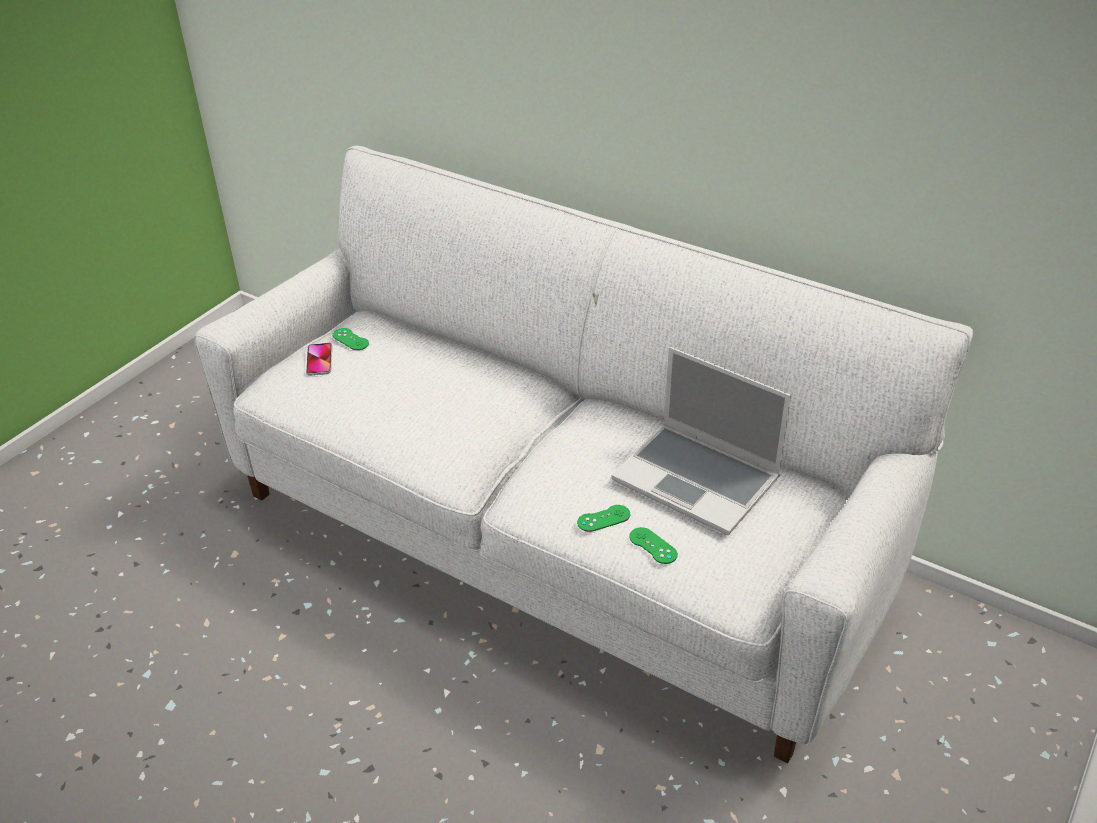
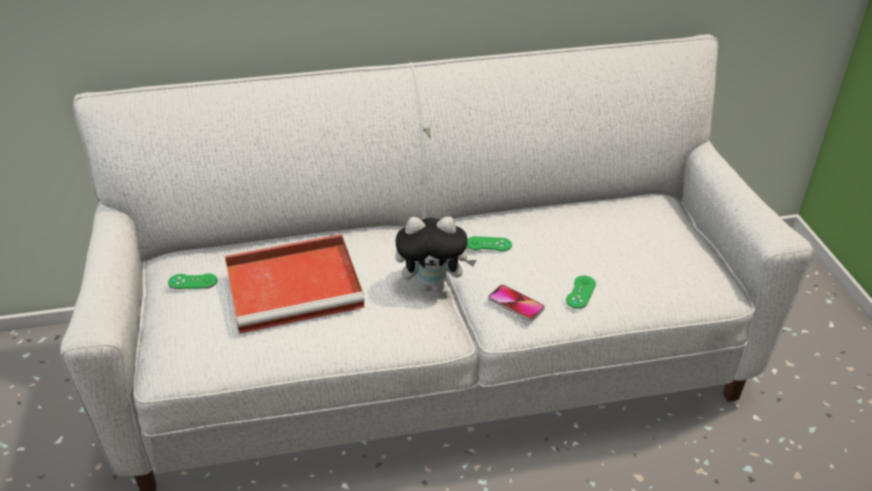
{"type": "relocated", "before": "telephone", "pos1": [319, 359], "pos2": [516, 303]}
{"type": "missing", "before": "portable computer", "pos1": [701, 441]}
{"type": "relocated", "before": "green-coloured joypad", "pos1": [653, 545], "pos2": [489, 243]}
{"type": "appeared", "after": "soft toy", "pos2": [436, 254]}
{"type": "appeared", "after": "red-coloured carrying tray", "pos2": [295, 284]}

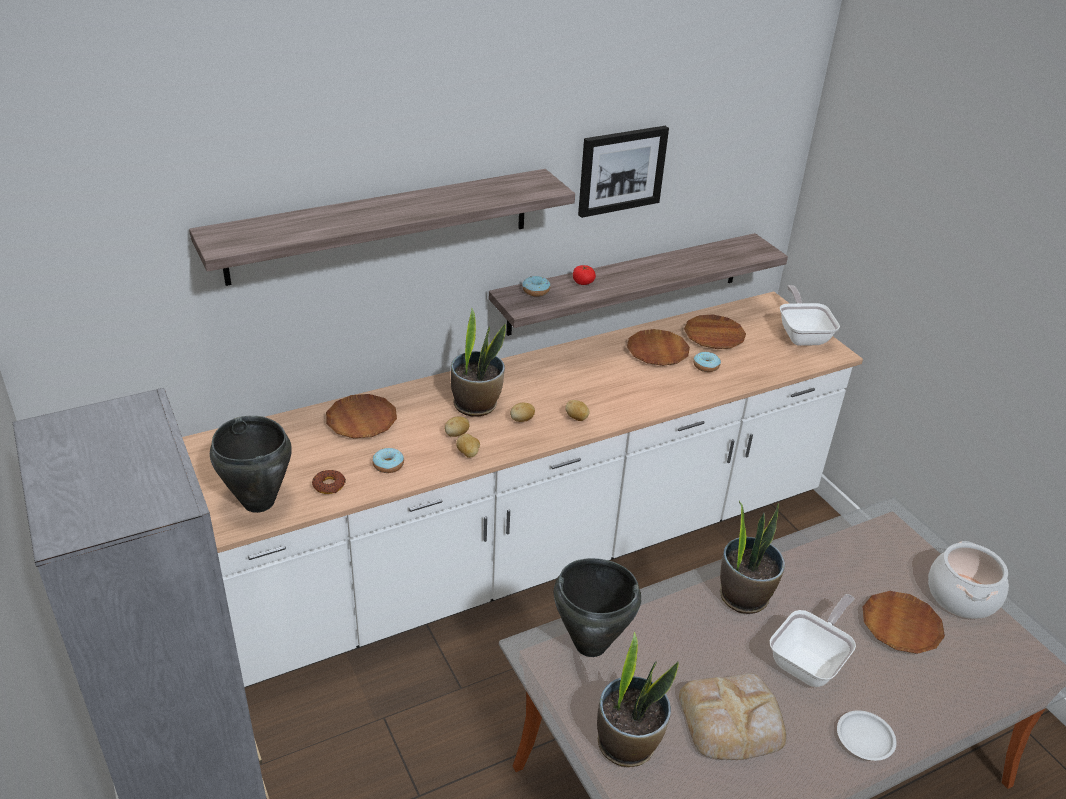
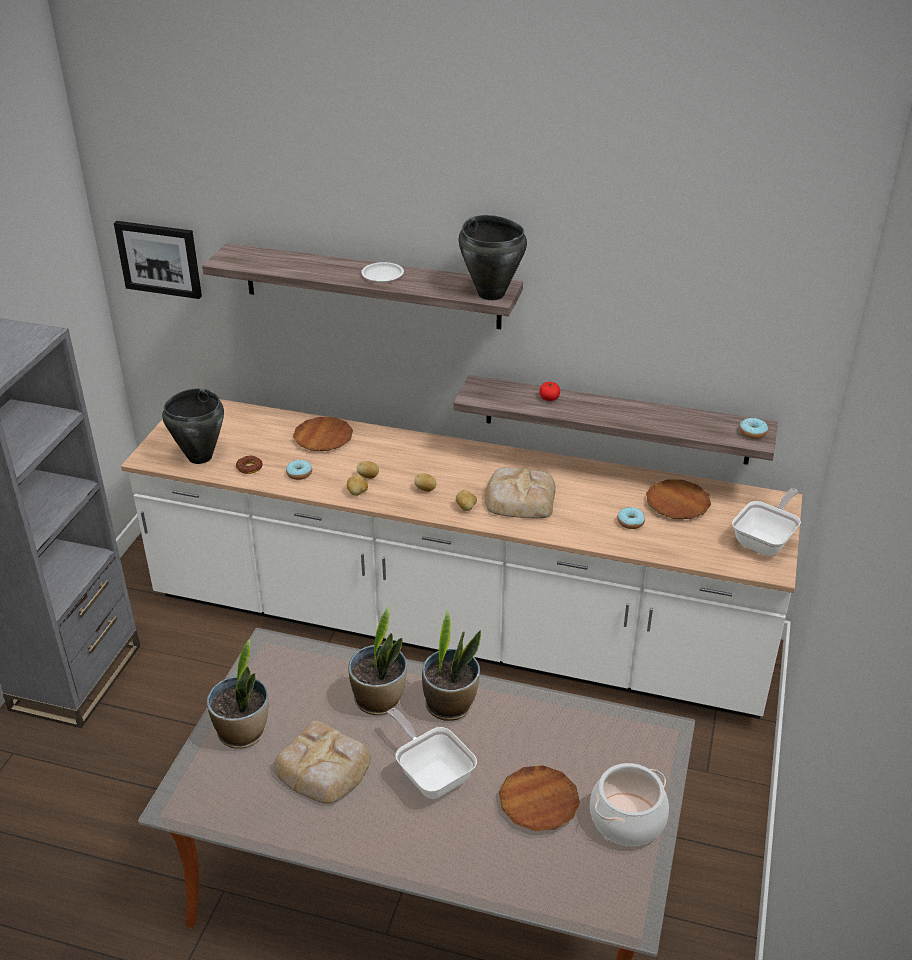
{"type": "relocated", "before": "picture", "pos1": [623, 172], "pos2": [158, 260]}
{"type": "relocated", "before": "donut", "pos1": [536, 286], "pos2": [753, 428]}
{"type": "relocated", "before": "potted plant", "pos1": [478, 362], "pos2": [377, 660]}
{"type": "missing", "before": "brown-coloured flat dish", "pos1": [658, 347]}
{"type": "relocated", "before": "black stockpot", "pos1": [597, 607], "pos2": [493, 257]}
{"type": "spun", "before": "frying pan", "pos1": [813, 640], "pos2": [432, 753], "turn": -120}
{"type": "relocated", "before": "whitish flat dish", "pos1": [867, 735], "pos2": [382, 272]}
{"type": "appeared", "after": "bread", "pos2": [520, 492]}

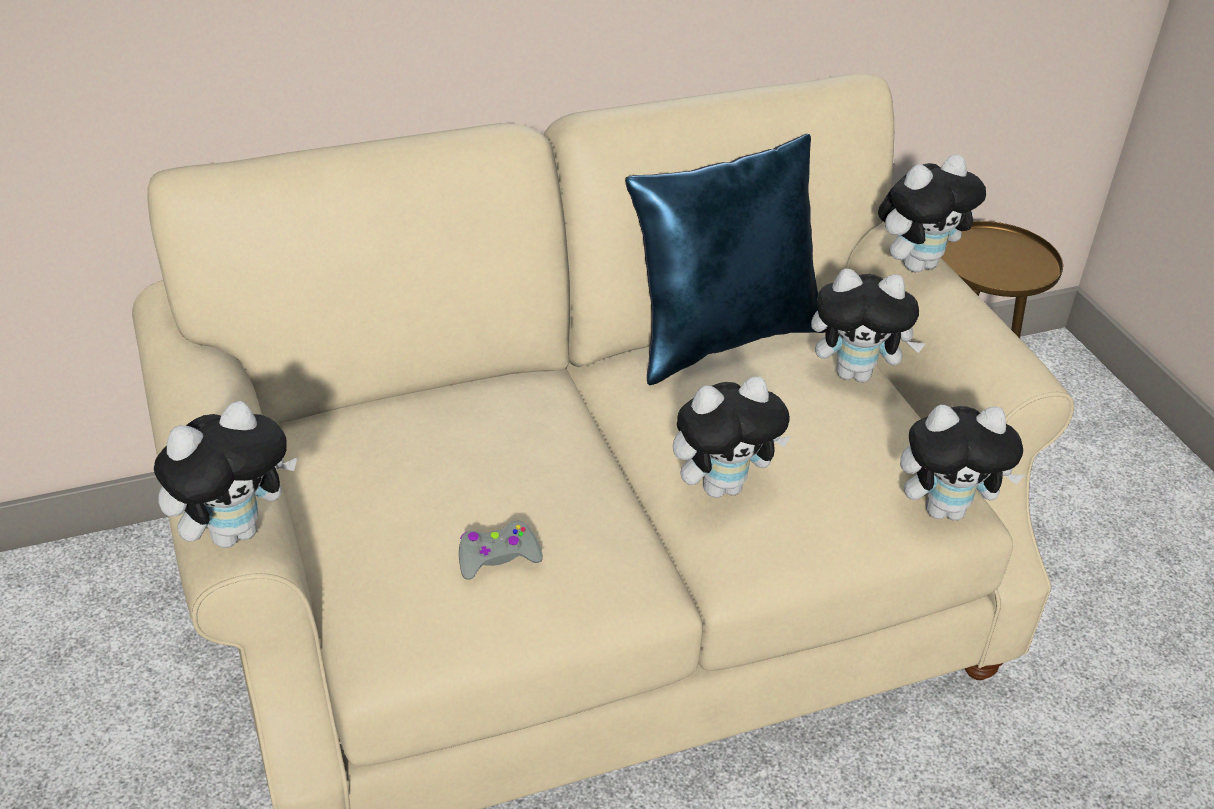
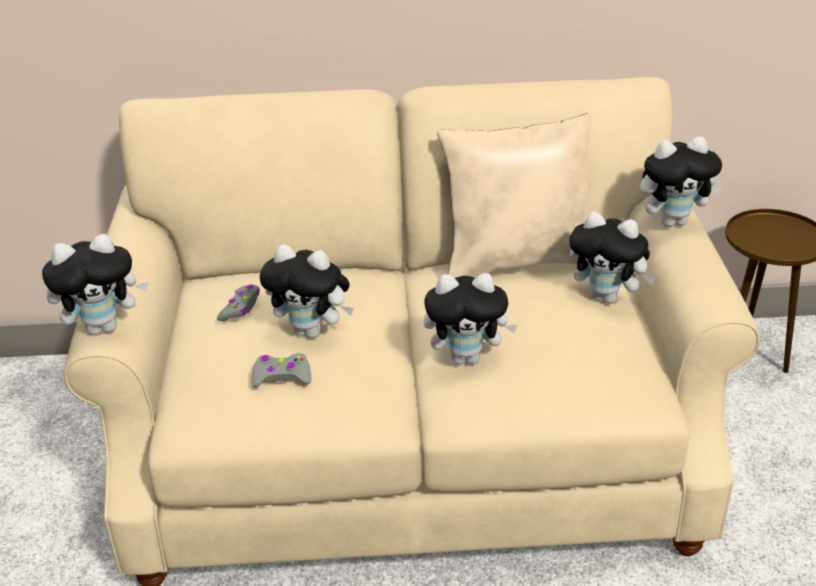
{"type": "colour", "before": "blue-coloured throw pillow", "after": "sand-coloured throw pillow", "pos1": [725, 259], "pos2": [514, 195]}
{"type": "relocated", "before": "soft toy", "pos1": [962, 463], "pos2": [307, 291]}
{"type": "appeared", "after": "grey joypad", "pos2": [238, 302]}

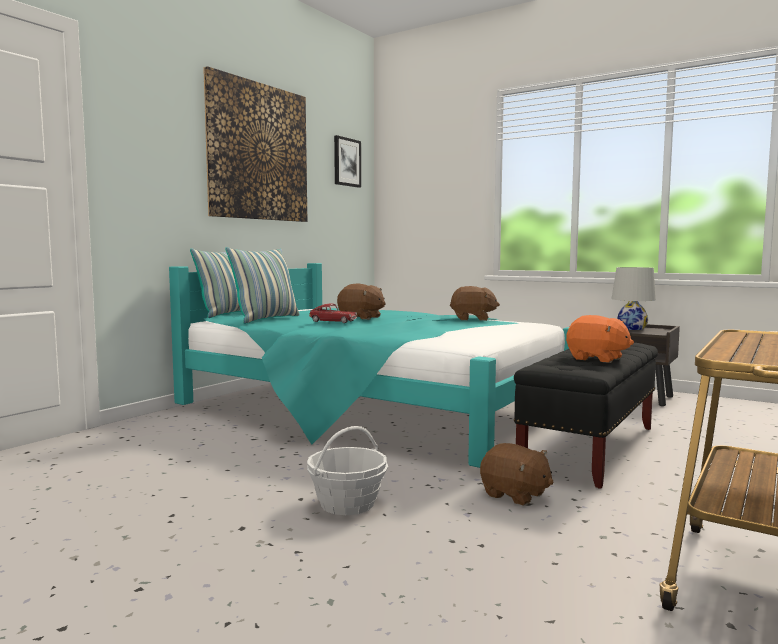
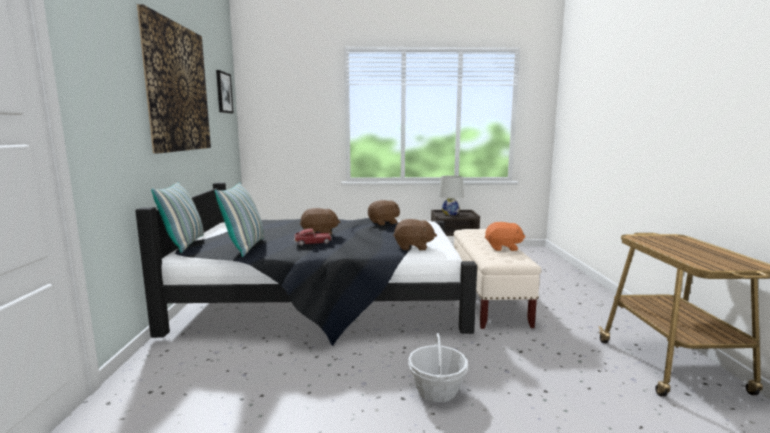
{"type": "colour", "before": "turquoise-coloured bed", "after": "black bed", "pos1": [369, 365], "pos2": [306, 264]}
{"type": "colour", "before": "black indoor bench", "after": "sand-coloured indoor bench", "pos1": [586, 416], "pos2": [497, 279]}
{"type": "relocated", "before": "brown-coloured soft toy", "pos1": [517, 474], "pos2": [415, 235]}

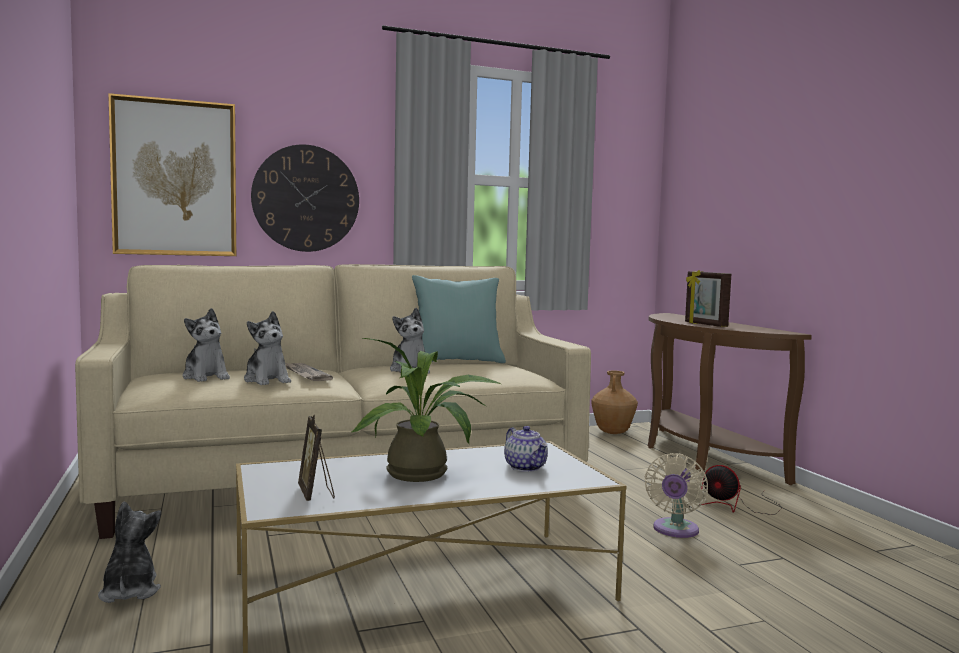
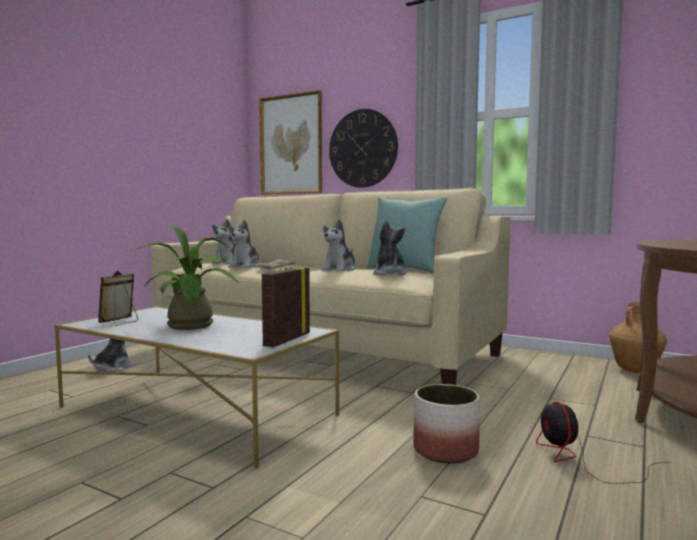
{"type": "relocated", "before": "standing frame", "pos1": [708, 298], "pos2": [286, 306]}
{"type": "missing", "before": "pot for tea", "pos1": [526, 449]}
{"type": "exchanged", "before": "sand-coloured electric fan", "after": "plant pot", "pos1": [676, 495], "pos2": [446, 423]}
{"type": "appeared", "after": "soft toy", "pos2": [390, 247]}

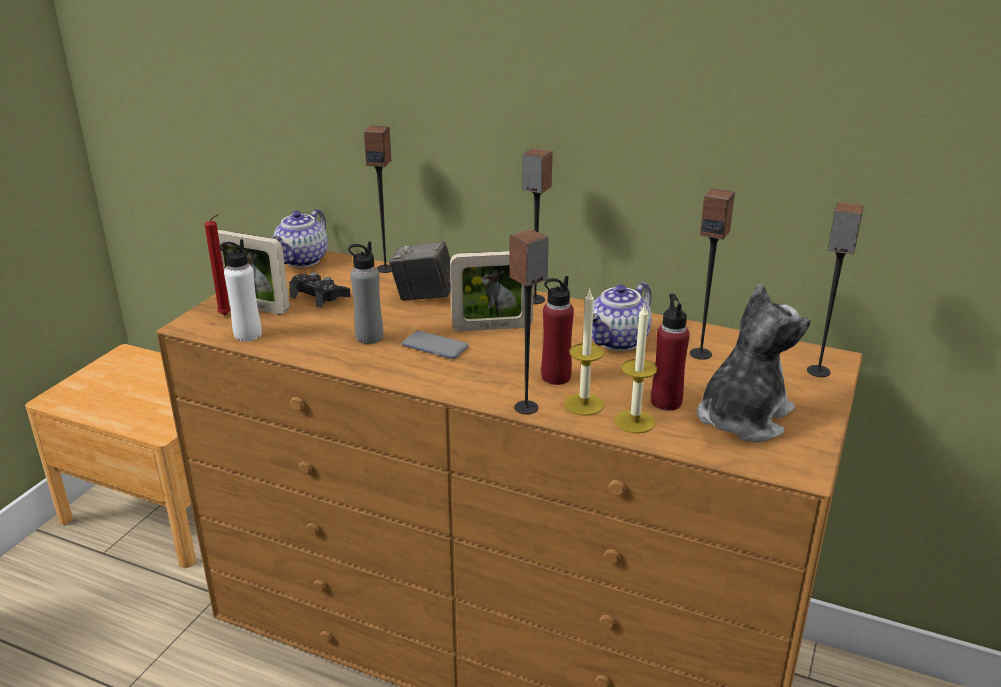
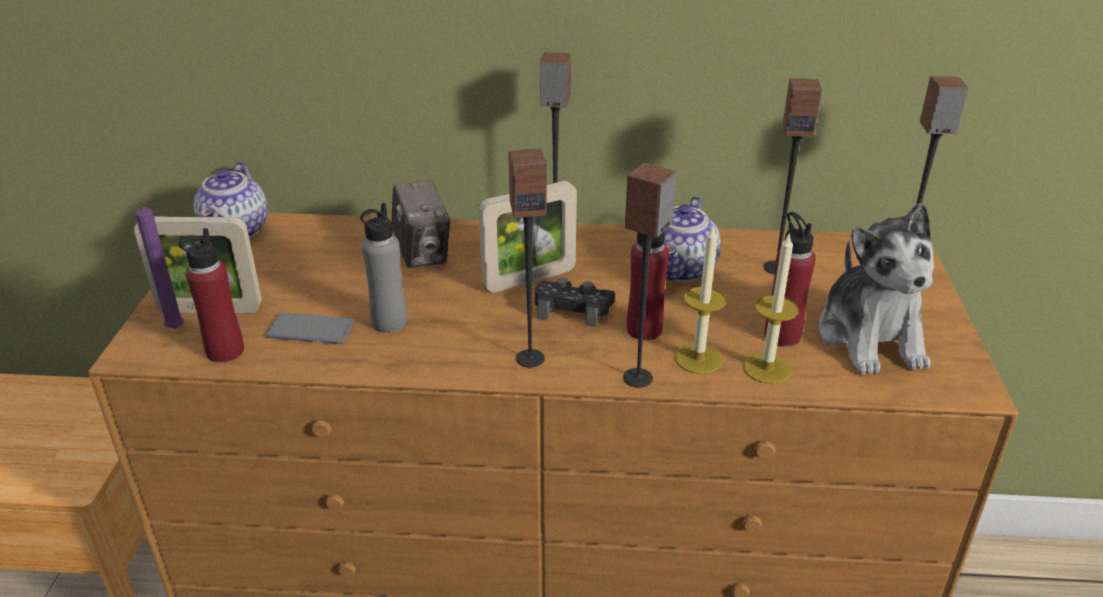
{"type": "relocated", "before": "loudspeaker", "pos1": [378, 199], "pos2": [527, 258]}
{"type": "colour", "before": "red-coloured wax light", "after": "purple-coloured wax light", "pos1": [218, 264], "pos2": [159, 263]}
{"type": "colour", "before": "whitish drink bottle", "after": "red-coloured drink bottle", "pos1": [241, 290], "pos2": [211, 295]}
{"type": "spun", "before": "photo camera", "pos1": [420, 271], "pos2": [420, 224], "turn": -105}
{"type": "relocated", "before": "black joypad", "pos1": [320, 290], "pos2": [574, 302]}
{"type": "spun", "before": "soft toy", "pos1": [754, 363], "pos2": [876, 289], "turn": 150}
{"type": "relocated", "before": "telephone", "pos1": [434, 344], "pos2": [310, 328]}

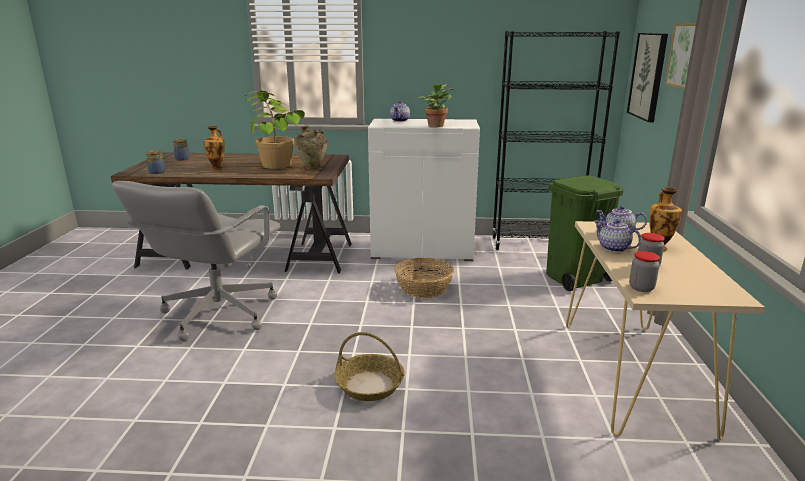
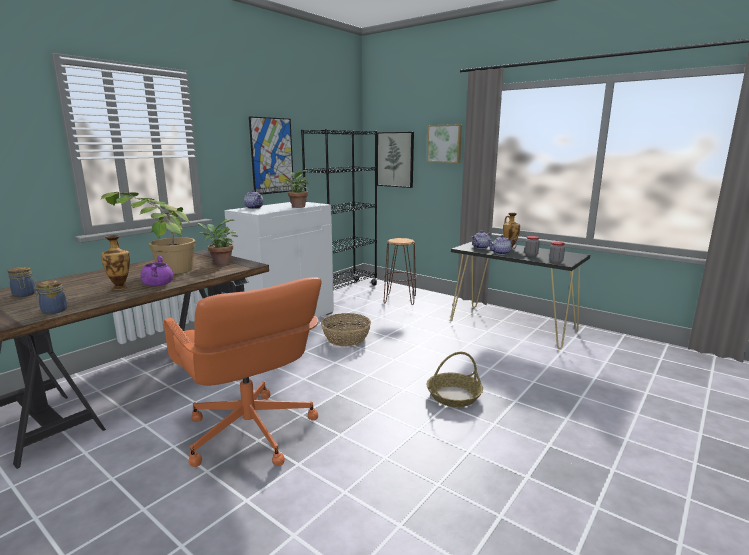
{"type": "exchanged", "before": "sand-coloured vase", "after": "potted plant", "pos1": [310, 148], "pos2": [217, 242]}
{"type": "exchanged", "before": "green-coloured rubbish bin", "after": "brown-coloured sitting stool", "pos1": [585, 233], "pos2": [400, 271]}
{"type": "colour", "before": "grey desk chair", "after": "orange-coloured desk chair", "pos1": [196, 261], "pos2": [242, 372]}
{"type": "colour", "before": "sand-coloured console table", "after": "black console table", "pos1": [665, 330], "pos2": [520, 295]}
{"type": "appeared", "after": "picture", "pos2": [271, 155]}
{"type": "appeared", "after": "purple-coloured stockpot", "pos2": [156, 271]}

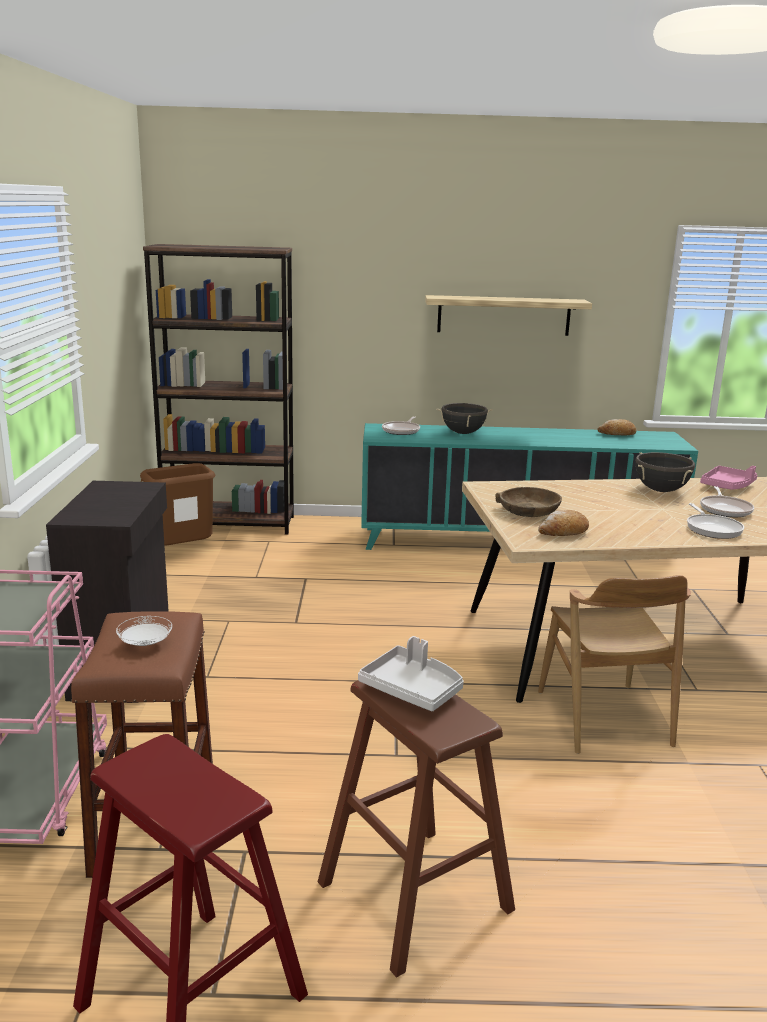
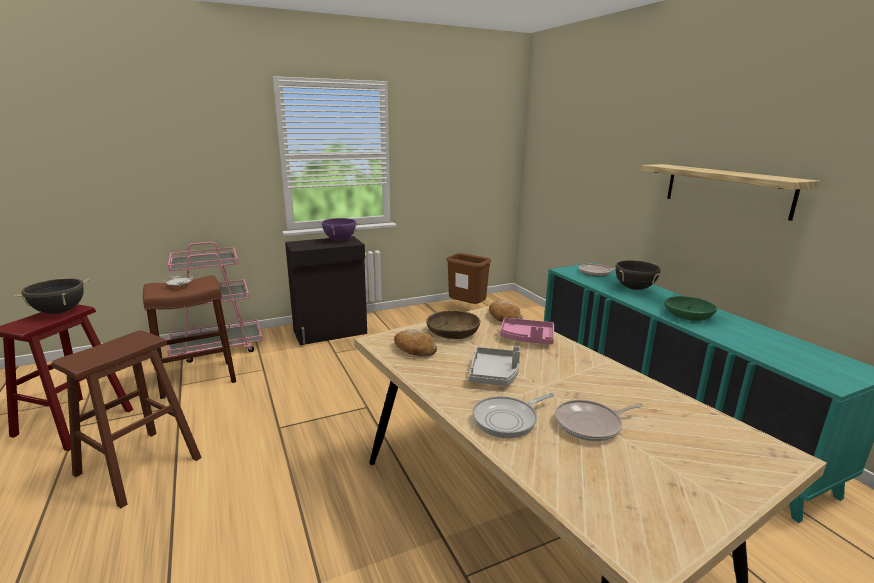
{"type": "missing", "before": "brown-coloured shelving unit", "pos1": [218, 389]}
{"type": "relocated", "before": "bread", "pos1": [617, 427], "pos2": [506, 311]}
{"type": "relocated", "before": "black stockpot", "pos1": [665, 472], "pos2": [51, 296]}
{"type": "relocated", "before": "pink-coloured carrying tray", "pos1": [728, 478], "pos2": [527, 331]}
{"type": "missing", "before": "brown-coloured plain chair", "pos1": [614, 664]}
{"type": "relocated", "before": "grey carrying tray", "pos1": [411, 673], "pos2": [495, 366]}
{"type": "appeared", "after": "purple-coloured stockpot", "pos2": [339, 229]}
{"type": "appeared", "after": "green-coloured deep dish", "pos2": [690, 308]}

